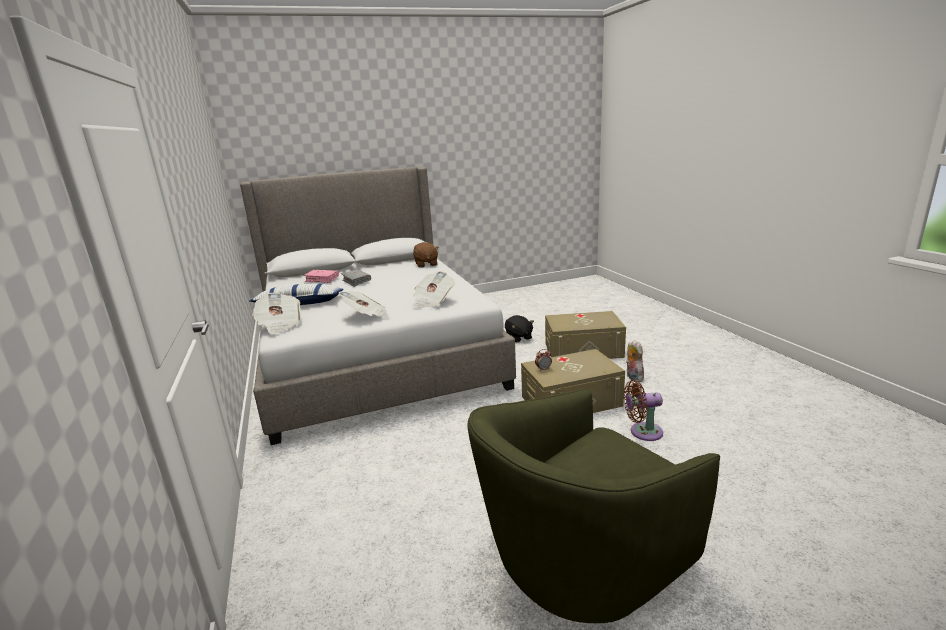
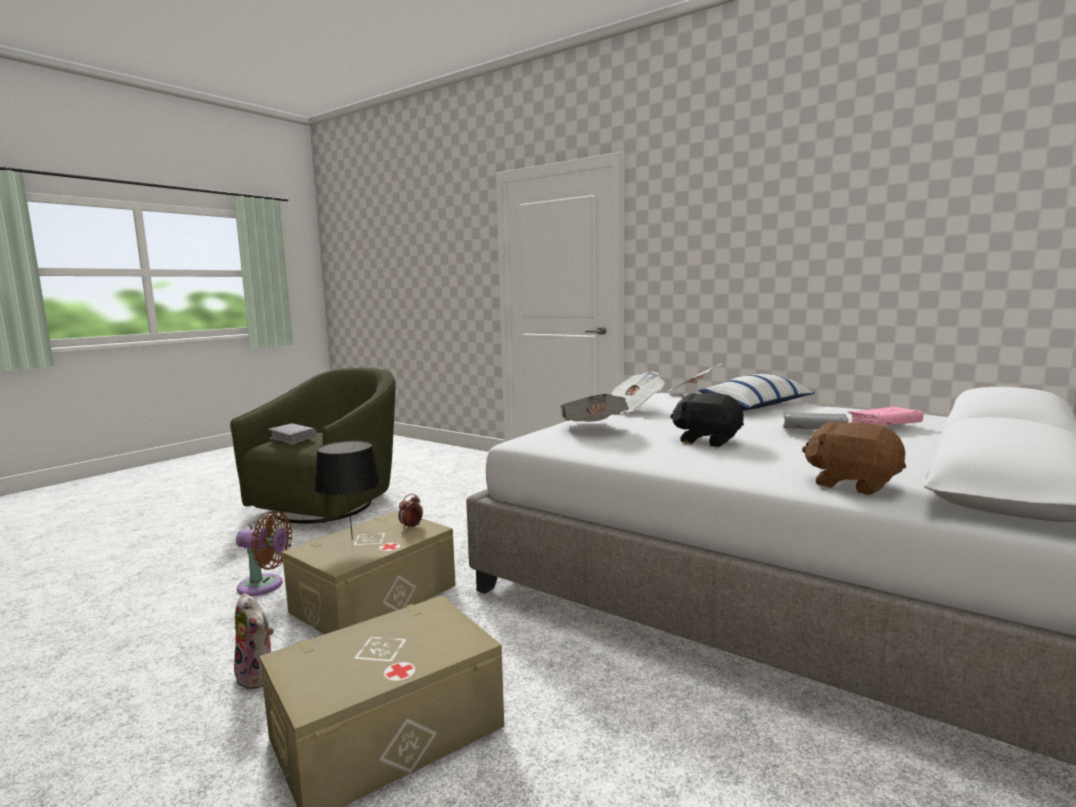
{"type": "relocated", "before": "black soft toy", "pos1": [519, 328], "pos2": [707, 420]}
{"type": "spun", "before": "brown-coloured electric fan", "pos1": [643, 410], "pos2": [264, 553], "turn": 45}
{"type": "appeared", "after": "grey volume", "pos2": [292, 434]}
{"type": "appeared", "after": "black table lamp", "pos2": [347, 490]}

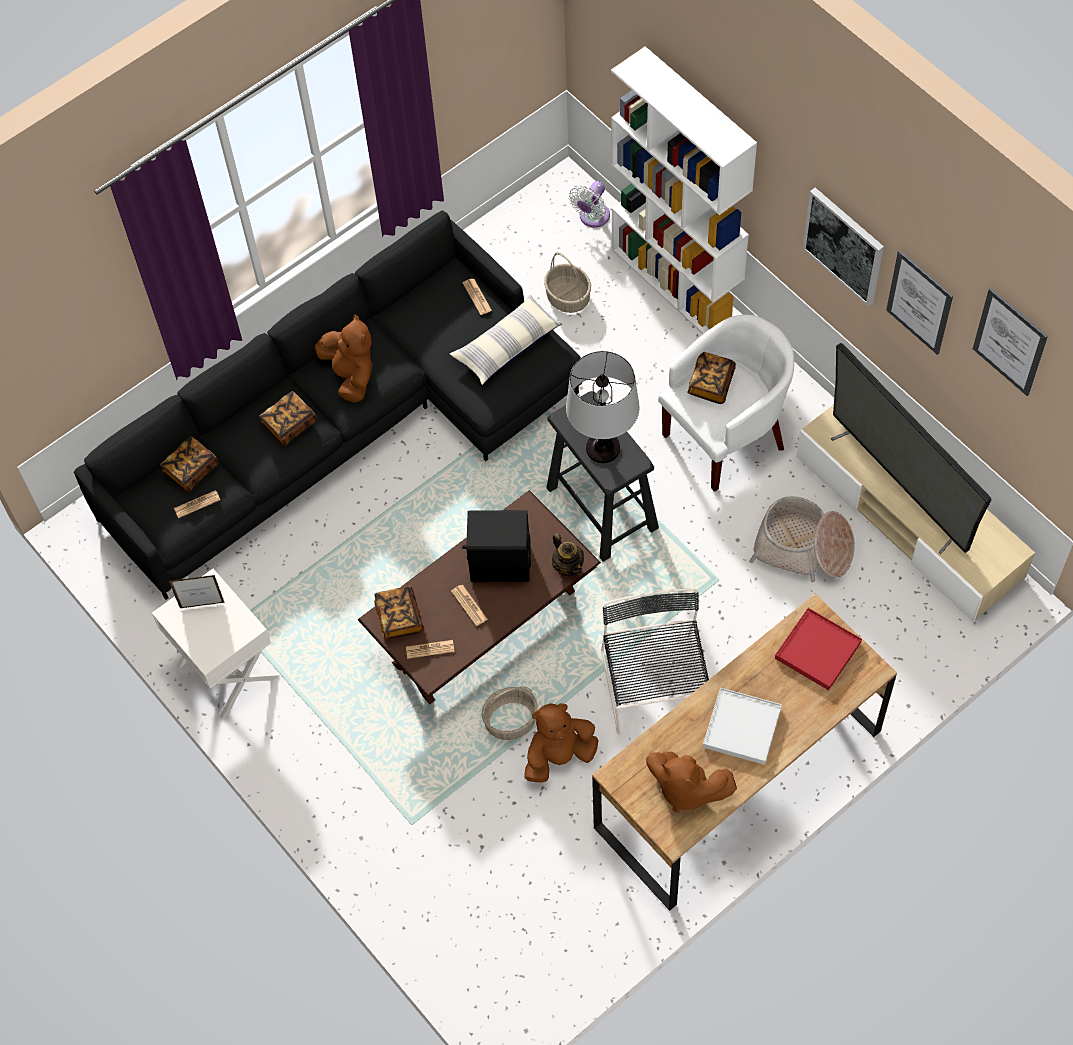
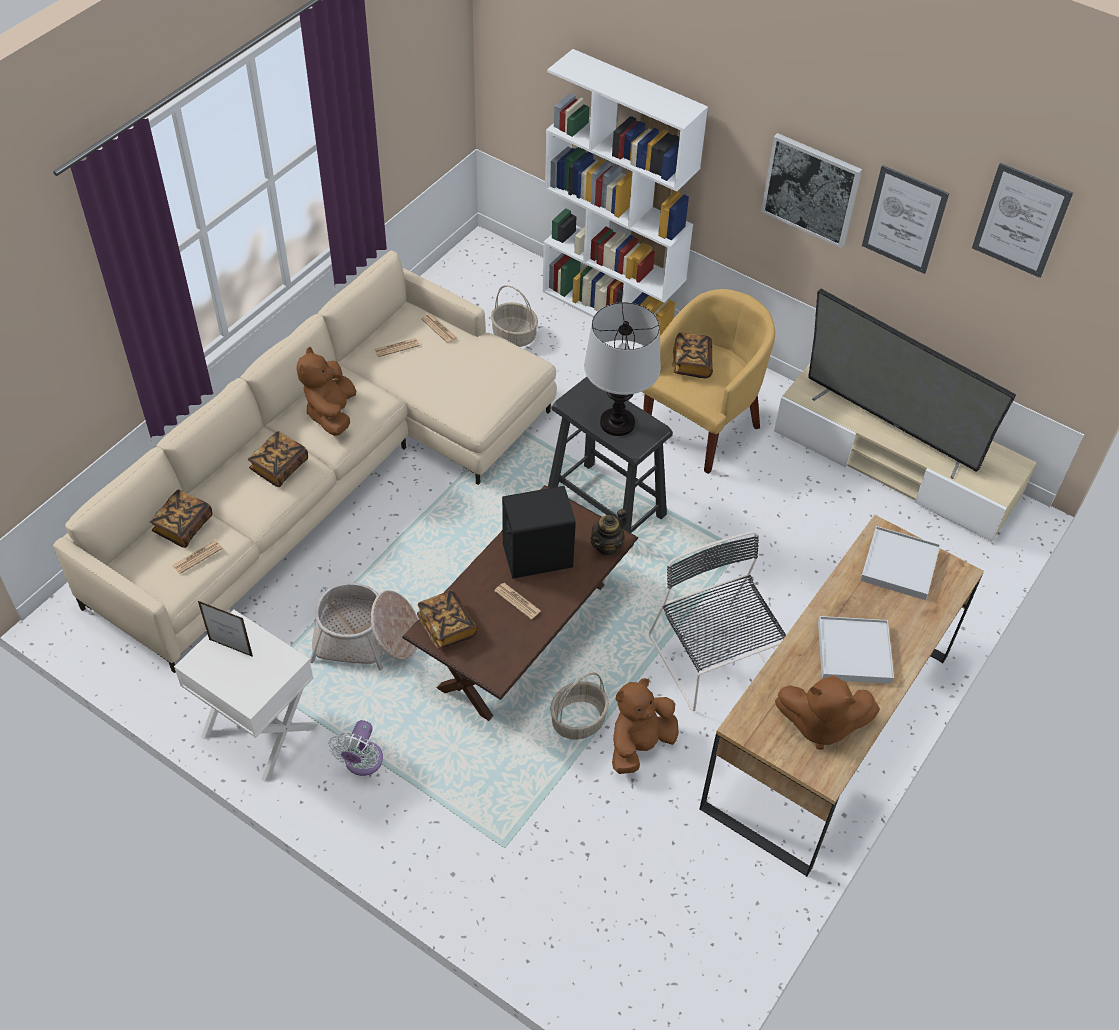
{"type": "relocated", "before": "whitish electric fan", "pos1": [589, 204], "pos2": [355, 748]}
{"type": "colour", "before": "black couch", "after": "sand-coloured couch", "pos1": [328, 405], "pos2": [305, 462]}
{"type": "missing", "before": "throw pillow", "pos1": [506, 340]}
{"type": "spun", "before": "brown-coloured soft toy", "pos1": [343, 358], "pos2": [326, 391], "turn": -135}
{"type": "colour", "before": "whitish easy chair", "after": "yellow-coloured easy chair", "pos1": [726, 403], "pos2": [708, 381]}
{"type": "relocated", "before": "storage basket", "pos1": [802, 539], "pos2": [364, 626]}
{"type": "spun", "before": "pot for tea", "pos1": [568, 554], "pos2": [608, 532], "turn": 90}
{"type": "spun", "before": "standing frame", "pos1": [197, 591], "pos2": [225, 628], "turn": -135}
{"type": "colour", "before": "red-coloured carrying tray", "after": "whitish carrying tray", "pos1": [818, 649], "pos2": [900, 563]}
{"type": "relocated", "before": "daily paper", "pos1": [430, 649], "pos2": [397, 347]}

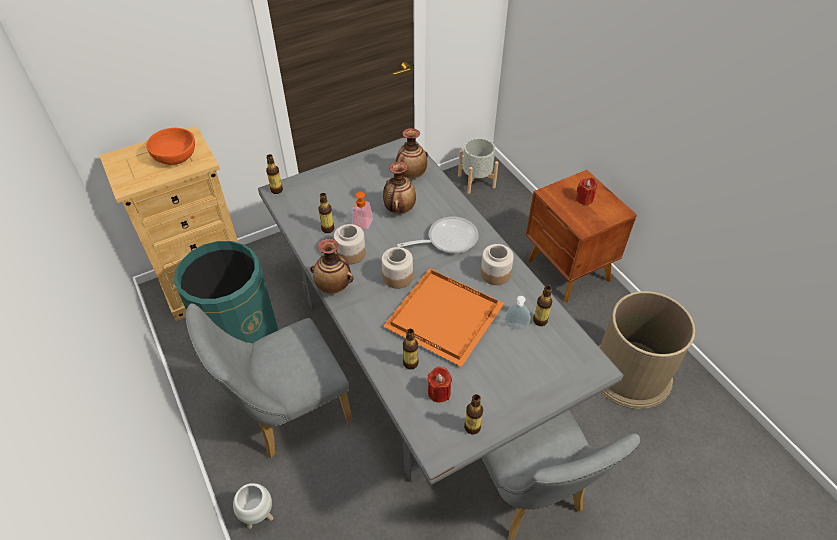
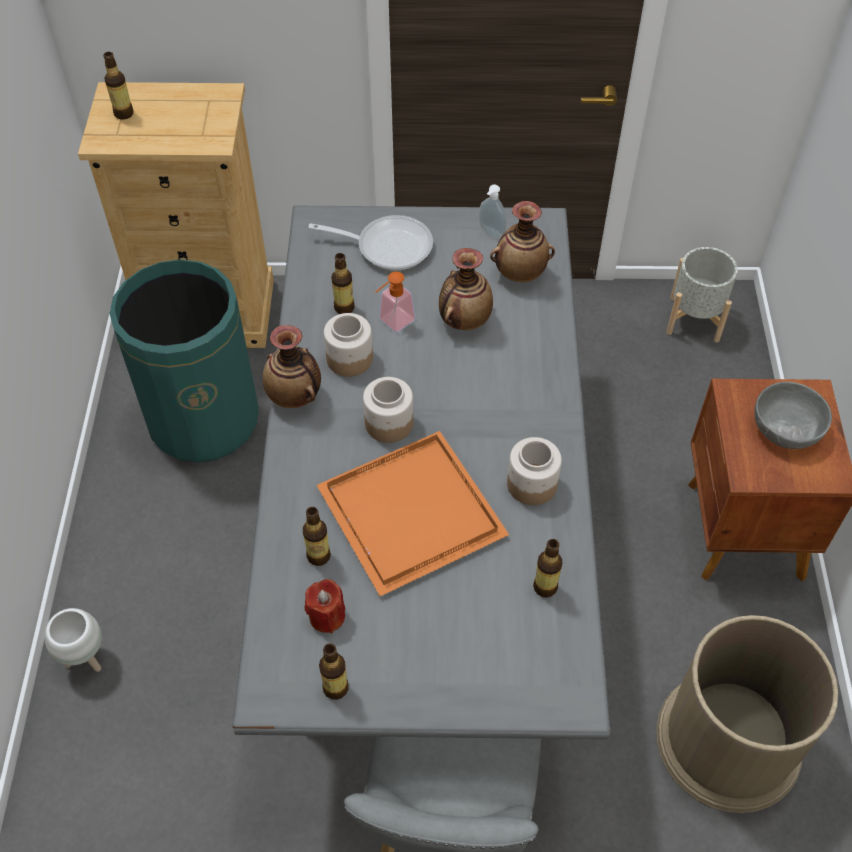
{"type": "missing", "before": "orange-coloured deep dish", "pos1": [170, 146]}
{"type": "relocated", "before": "drink bottle", "pos1": [274, 174], "pos2": [118, 85]}
{"type": "exchanged", "before": "red-coloured wax light", "after": "grey deep dish", "pos1": [586, 191], "pos2": [793, 415]}
{"type": "relocated", "before": "frying pan", "pos1": [438, 235], "pos2": [370, 243]}
{"type": "relocated", "before": "liquid soap bottle", "pos1": [517, 312], "pos2": [493, 211]}
{"type": "missing", "before": "grey plain chair", "pos1": [269, 380]}

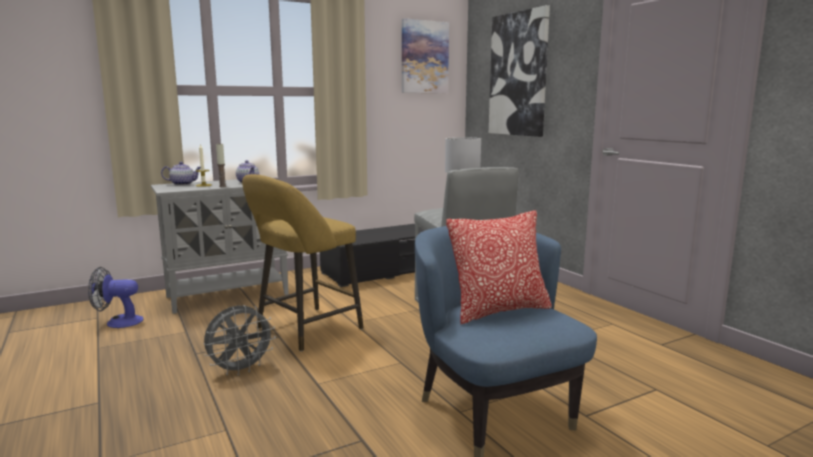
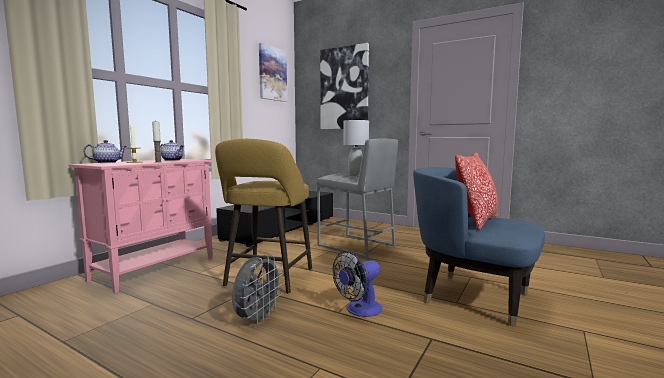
{"type": "colour", "before": "grey cupboard", "after": "pink-coloured cupboard", "pos1": [220, 245], "pos2": [140, 226]}
{"type": "relocated", "before": "electric fan", "pos1": [115, 297], "pos2": [357, 284]}

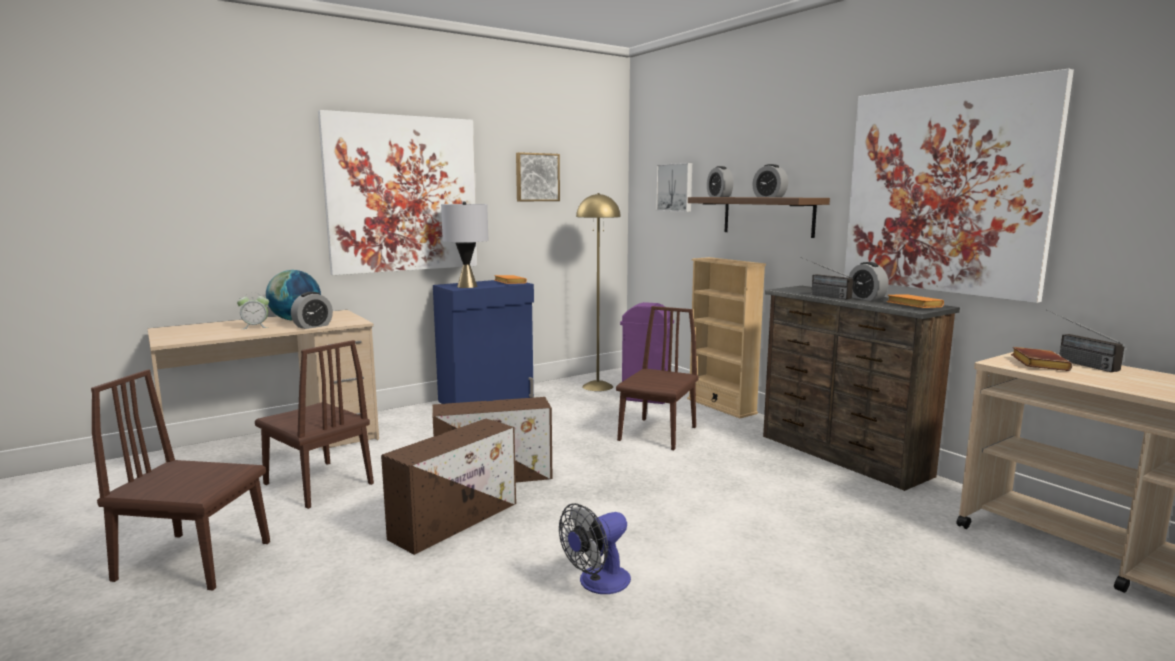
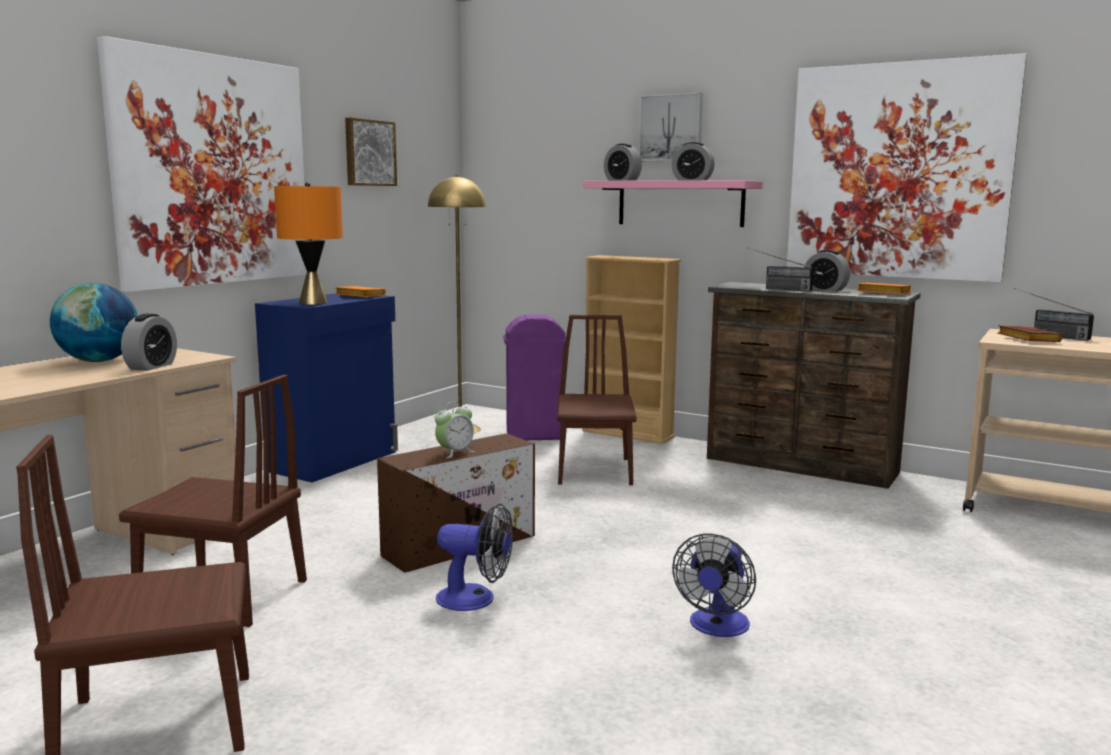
{"type": "relocated", "before": "picture", "pos1": [674, 187], "pos2": [671, 126]}
{"type": "colour", "before": "brown-coloured shelf", "after": "pink-coloured shelf", "pos1": [759, 217], "pos2": [673, 203]}
{"type": "colour", "before": "grey table lamp", "after": "orange-coloured table lamp", "pos1": [464, 244], "pos2": [308, 243]}
{"type": "relocated", "before": "alarm clock", "pos1": [253, 311], "pos2": [455, 430]}
{"type": "exchanged", "before": "brown-coloured storage box", "after": "electric fan", "pos1": [448, 487], "pos2": [474, 557]}

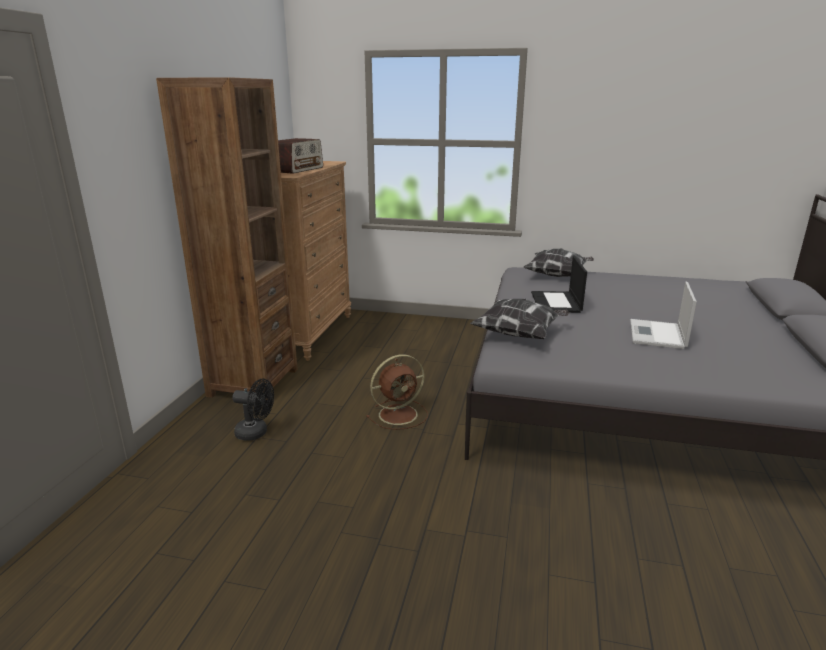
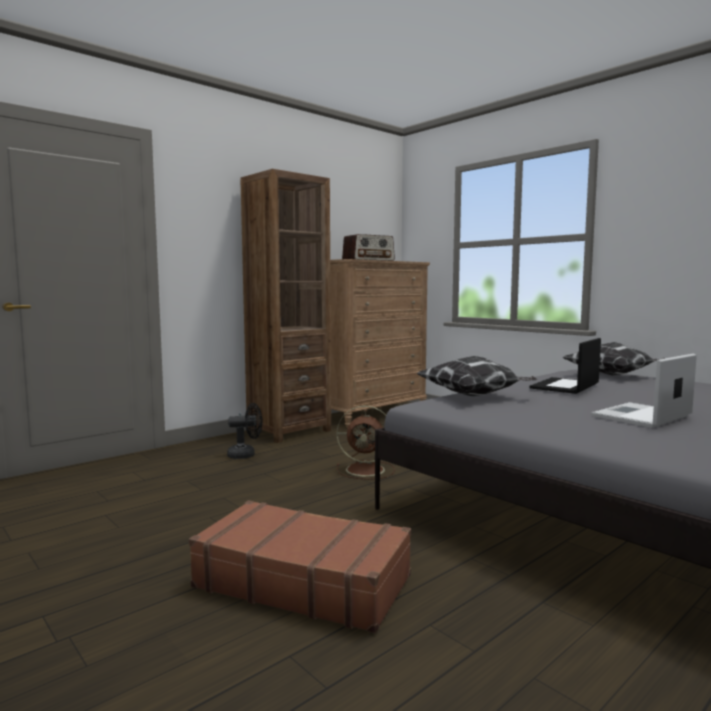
{"type": "spun", "before": "black electric fan", "pos1": [253, 410], "pos2": [244, 431], "turn": -60}
{"type": "appeared", "after": "brown-coloured suitcase", "pos2": [300, 566]}

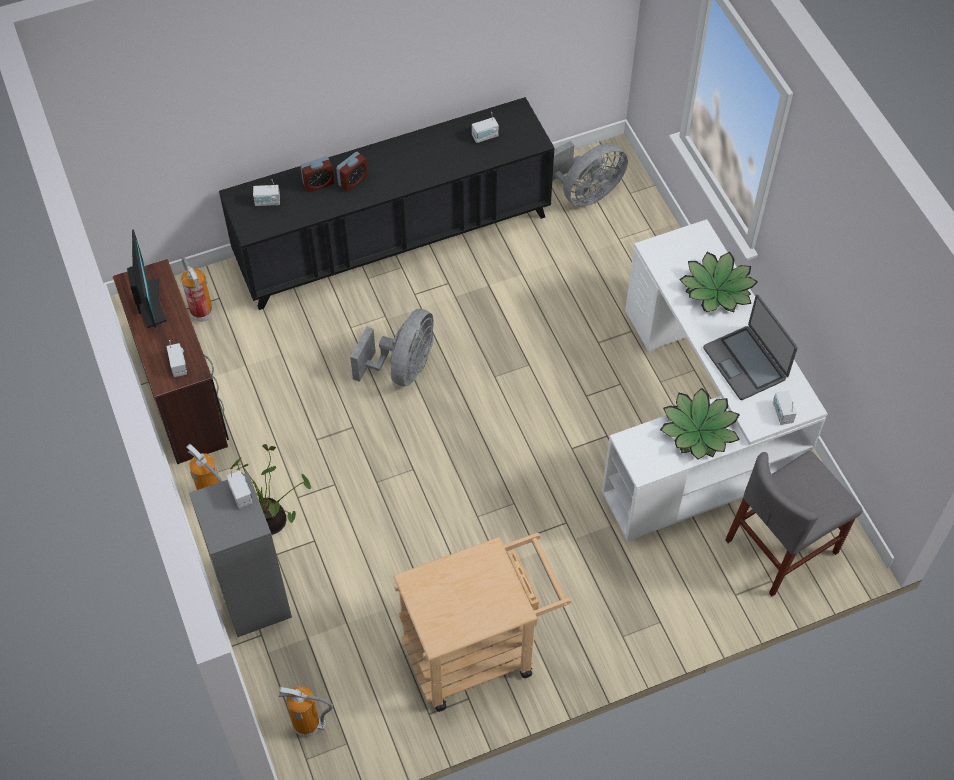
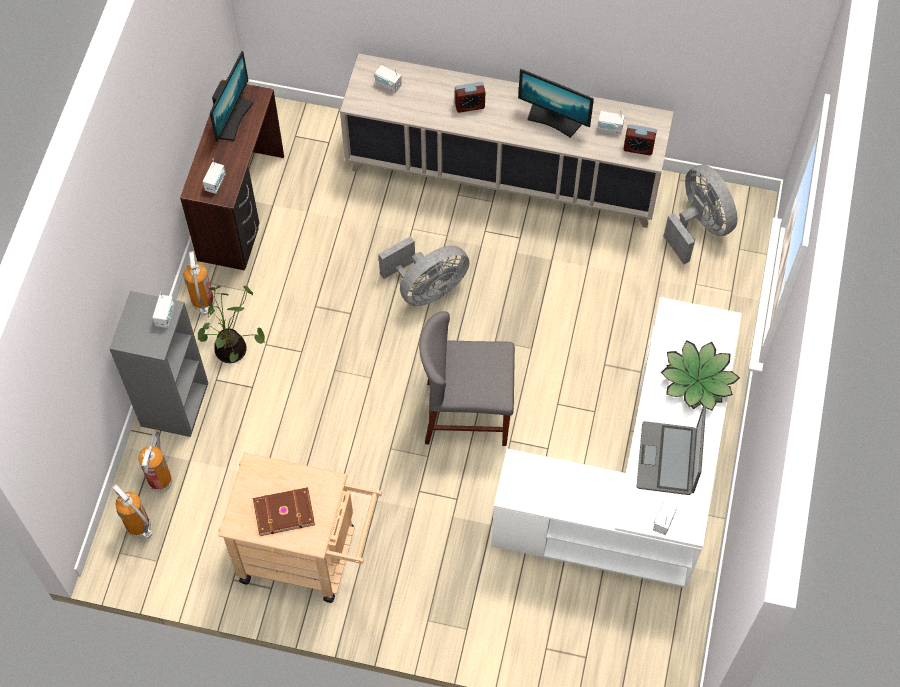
{"type": "colour", "before": "black cupboard", "after": "sand-coloured cupboard", "pos1": [386, 203], "pos2": [507, 140]}
{"type": "spun", "before": "grey electric fan", "pos1": [590, 174], "pos2": [700, 214], "turn": -120}
{"type": "relocated", "before": "alarm clock", "pos1": [317, 174], "pos2": [640, 139]}
{"type": "relocated", "before": "extinguisher", "pos1": [197, 289], "pos2": [155, 461]}
{"type": "missing", "before": "potted plant", "pos1": [700, 423]}
{"type": "relocated", "before": "grey plain chair", "pos1": [794, 523], "pos2": [467, 378]}
{"type": "appeared", "after": "monitor", "pos2": [556, 103]}
{"type": "appeared", "after": "brown-coloured volume", "pos2": [284, 511]}

